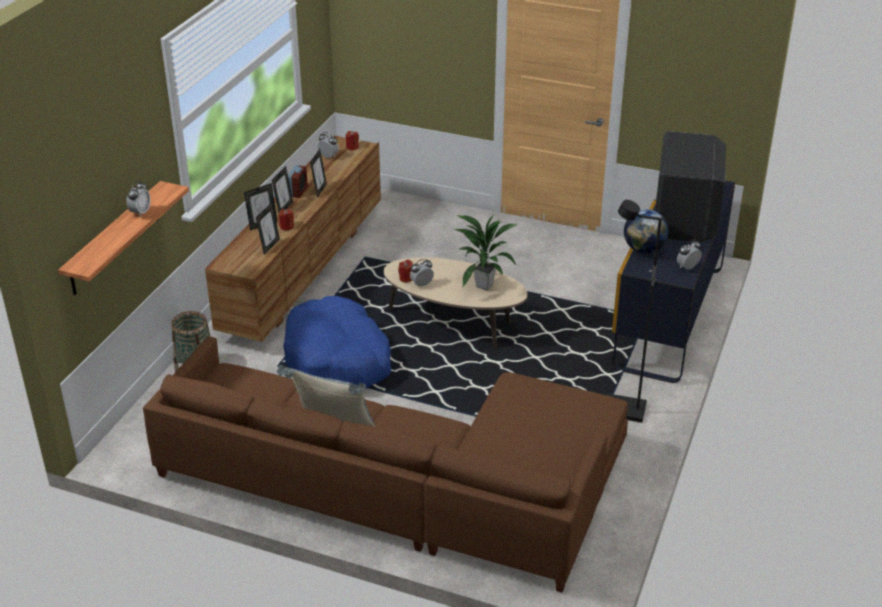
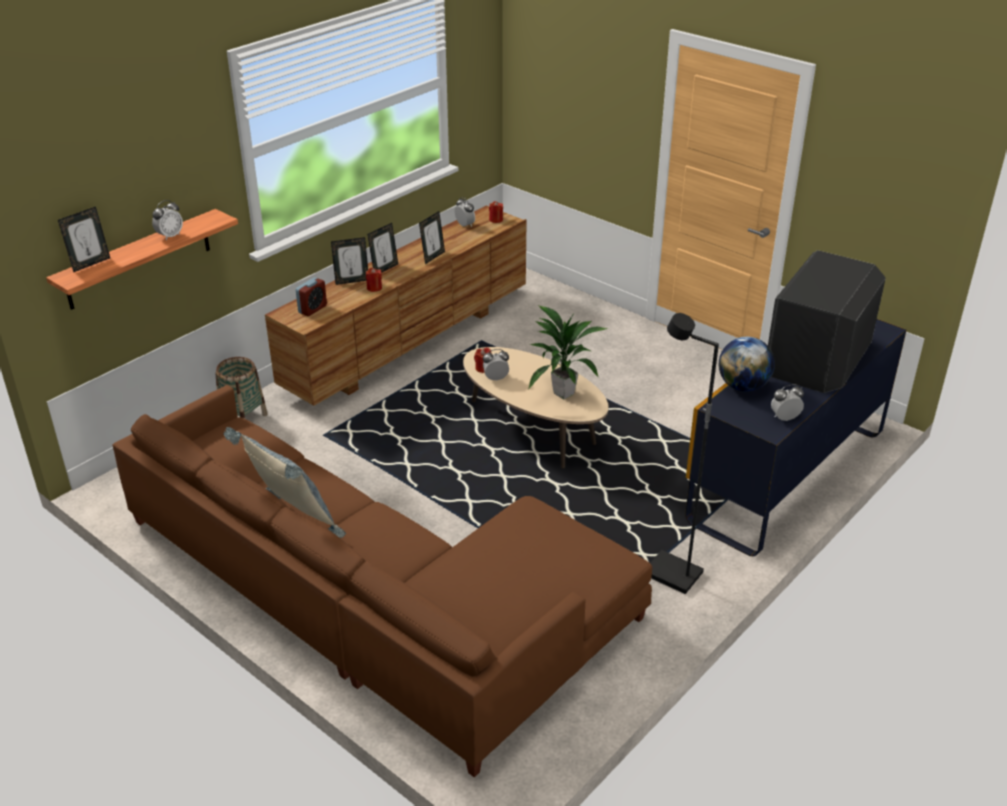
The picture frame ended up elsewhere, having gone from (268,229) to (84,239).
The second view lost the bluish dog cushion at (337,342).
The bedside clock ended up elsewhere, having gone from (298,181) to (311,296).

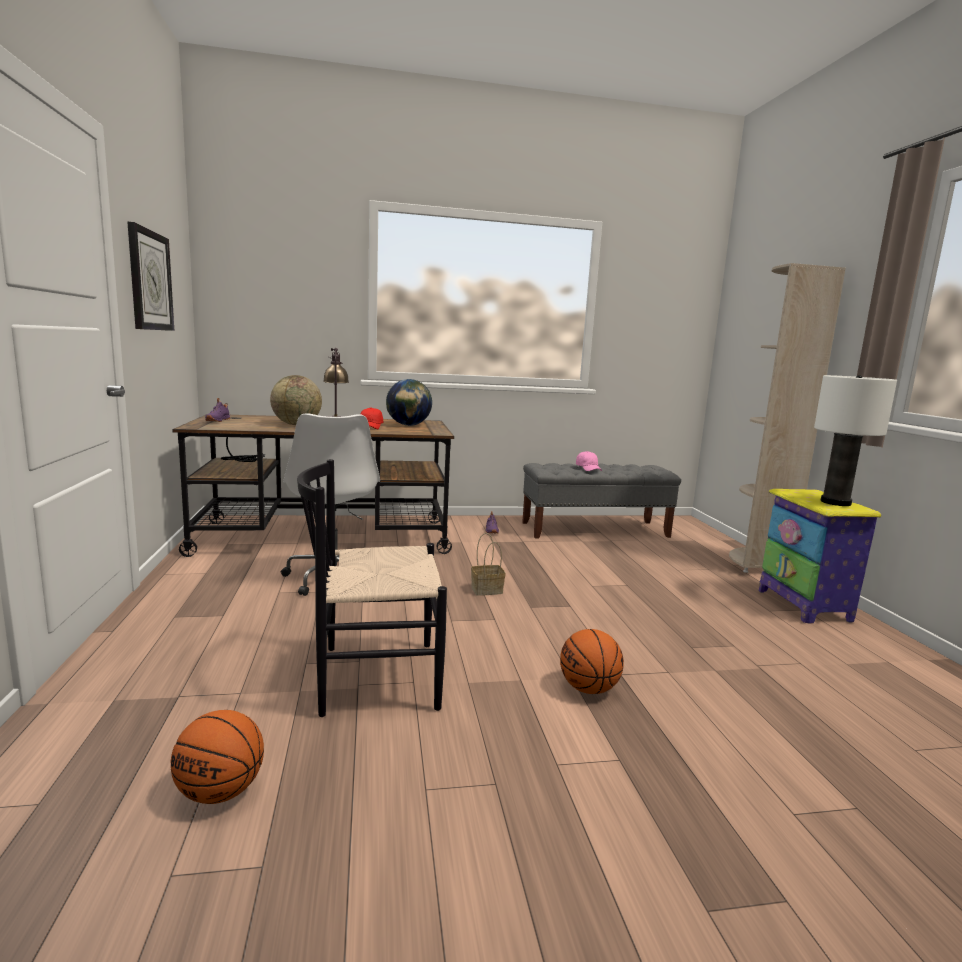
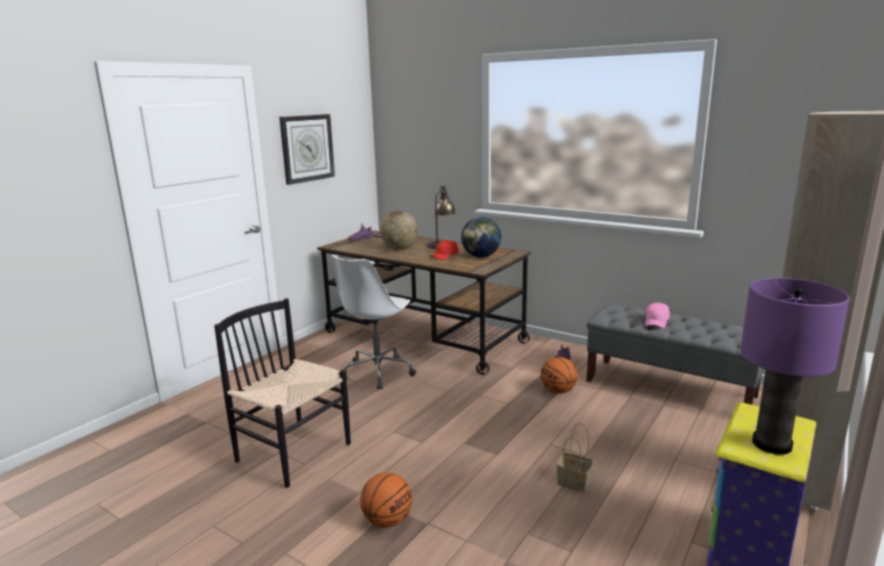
The basketball ball ended up elsewhere, having gone from (217,757) to (559,375).
The household basket ended up elsewhere, having gone from (488,564) to (574,457).
What was the white-coloured tabletop lamp at (855,440) turned into the purple tabletop lamp at (795,366).

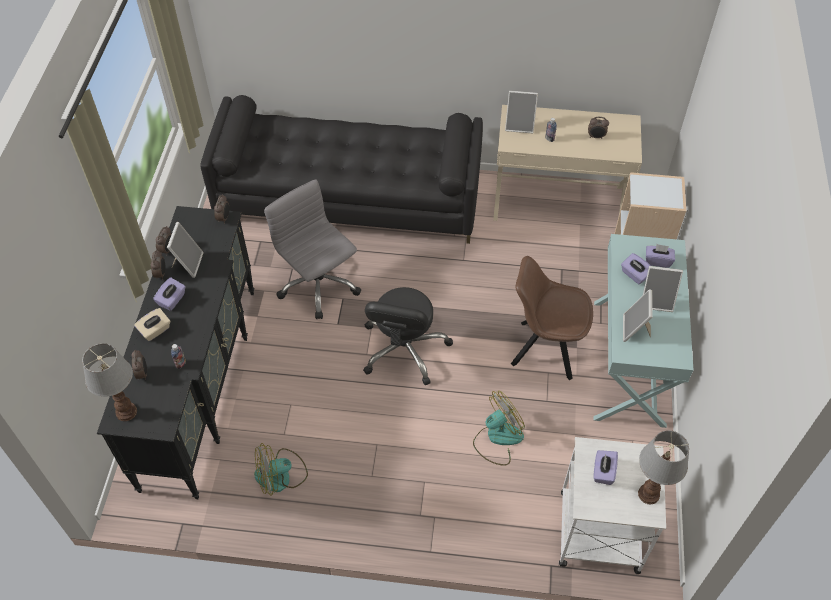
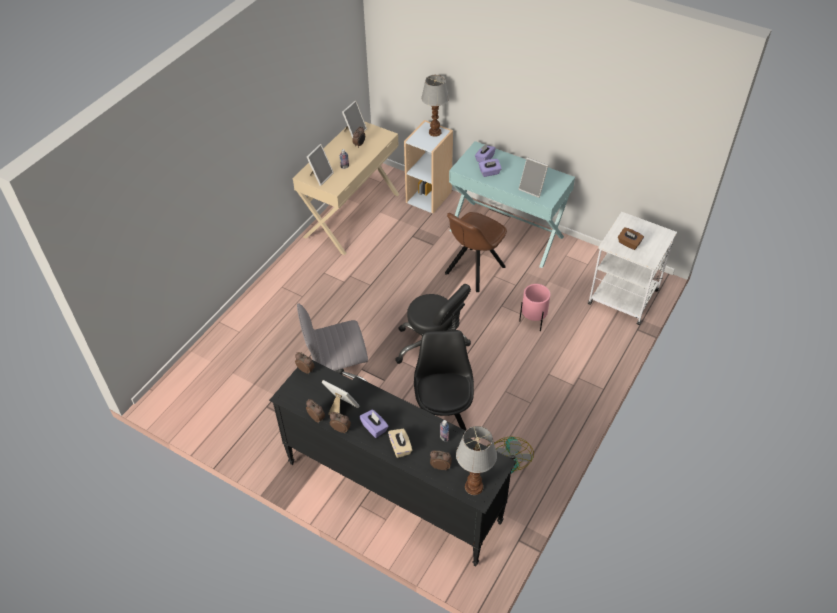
The second view lost the black-coloured couch at (341,169).
Where the fan stood at (499,428), the pink plant pot came to stand at (534,307).
What was the purple tissue holder at (606,467) turned into the brown-coloured tissue holder at (631,238).
The tabletop lamp ended up elsewhere, having gone from (663,467) to (435,106).
The picture frame ended up elsewhere, having gone from (663,289) to (354,119).
The second view gained the black-coloured chair at (444,380).

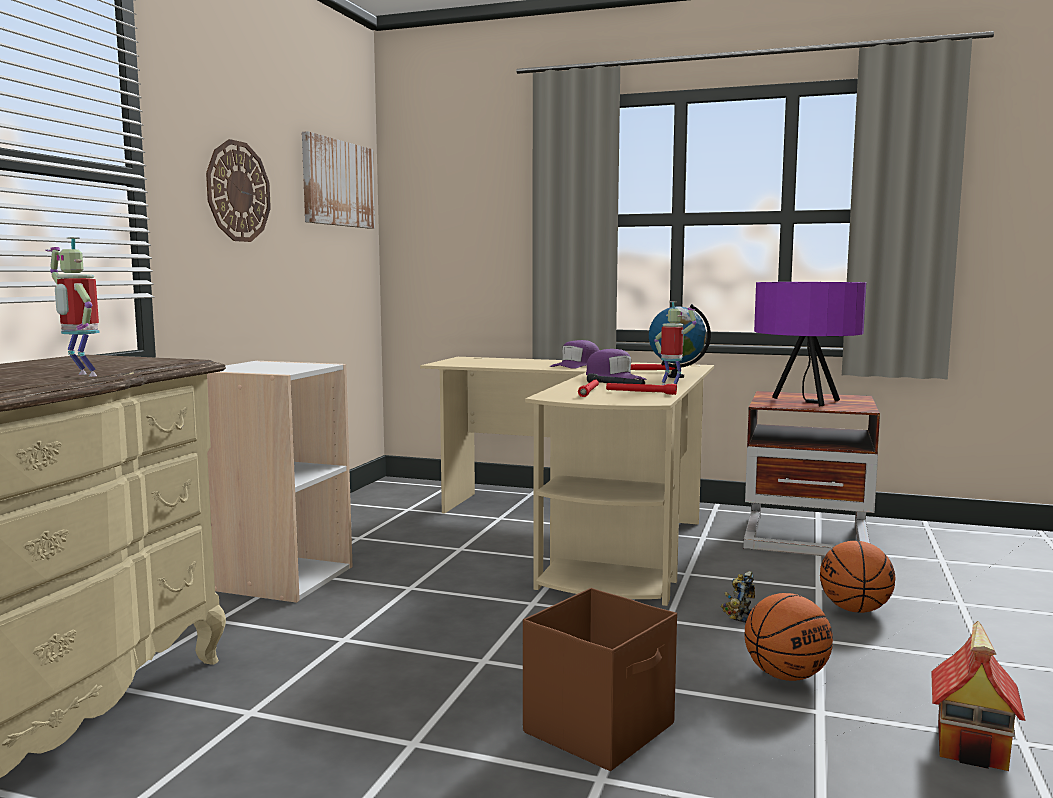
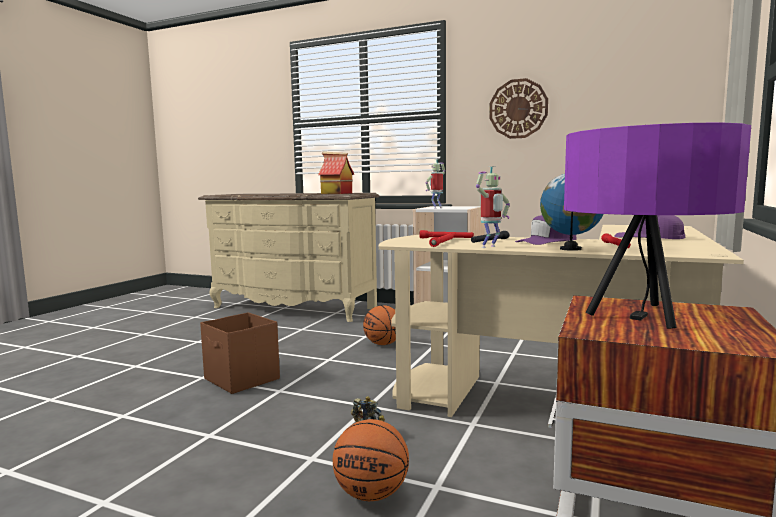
The robot figure ended up elsewhere, having gone from (72,307) to (435,184).
The second view lost the wall picture at (338,180).
The basketball ball ended up elsewhere, having gone from (789,637) to (379,325).
The model house ended up elsewhere, having gone from (978,696) to (336,173).

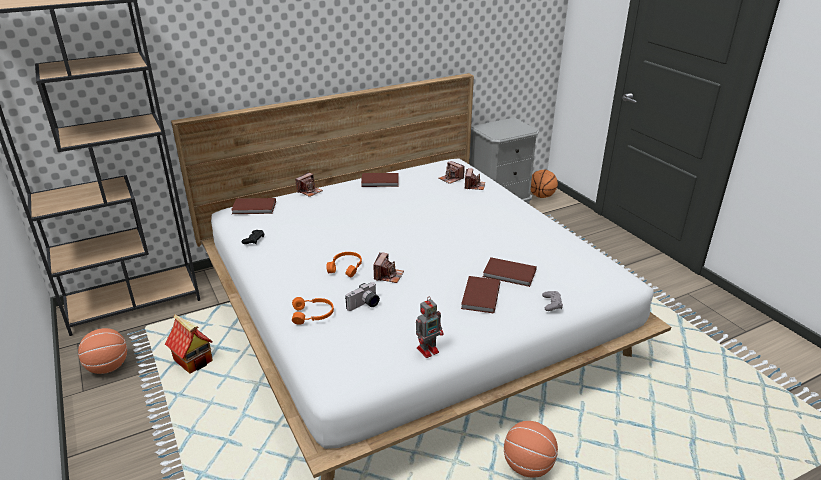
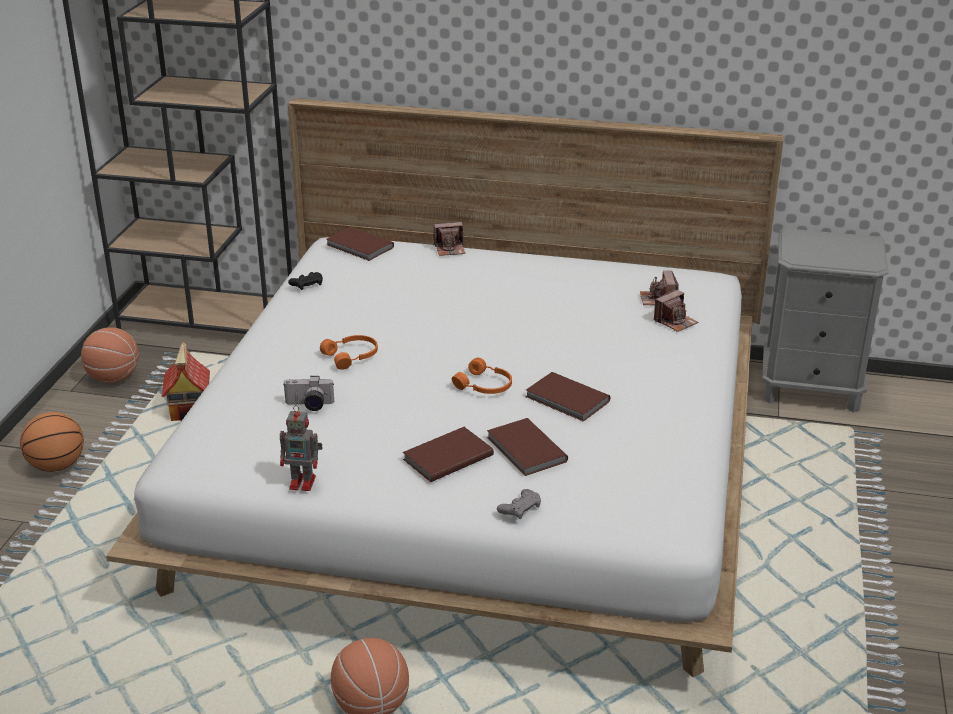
The orangey pair of headphones ended up elsewhere, having gone from (313,311) to (482,376).
The brown-coloured volume ended up elsewhere, having gone from (380,180) to (568,397).
The second view lost the still camera at (388,267).
The basketball ball ended up elsewhere, having gone from (544,184) to (52,442).

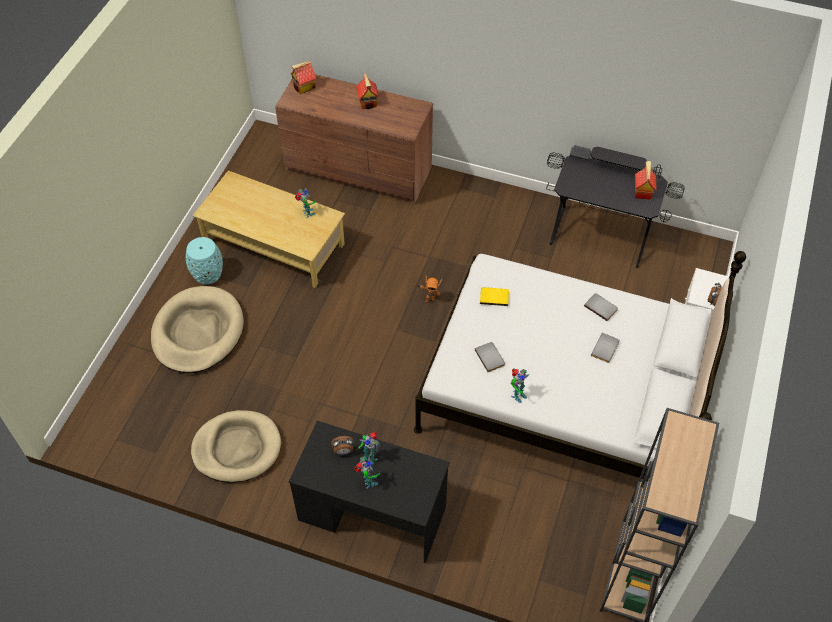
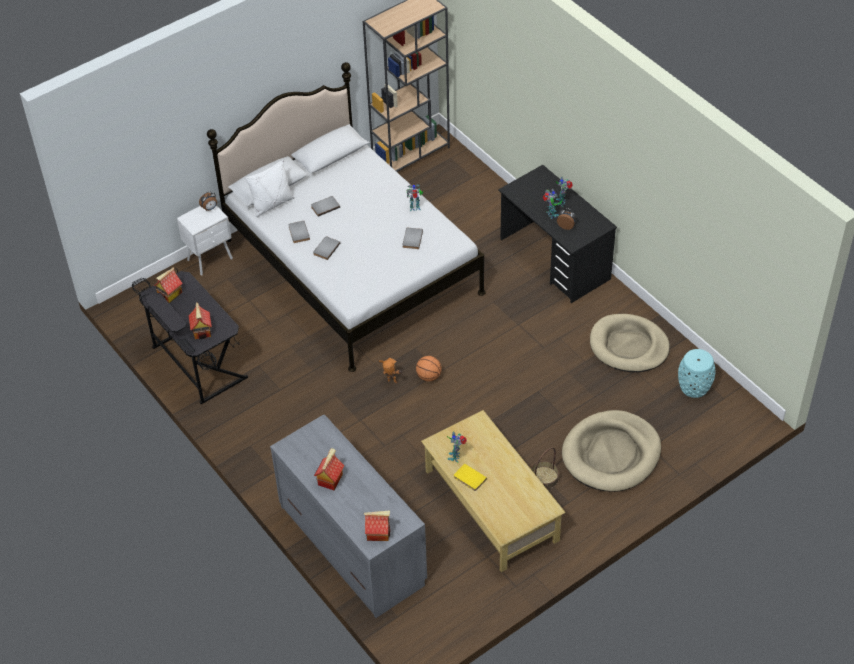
The turquoise-coloured sitting stool ended up elsewhere, having gone from (204,261) to (696,373).
What was the brown-coloured dresser at (354,139) turned into the grey dresser at (348,516).
The yellow-coloured volume ended up elsewhere, having gone from (494,296) to (470,477).
The second view gained the model house at (200,321).
The second view gained the white-coloured cushion at (270,188).
The second view gained the grey volume at (326,248).
The second view gained the basketball ball at (429,368).
The second view gained the household basket at (545,468).

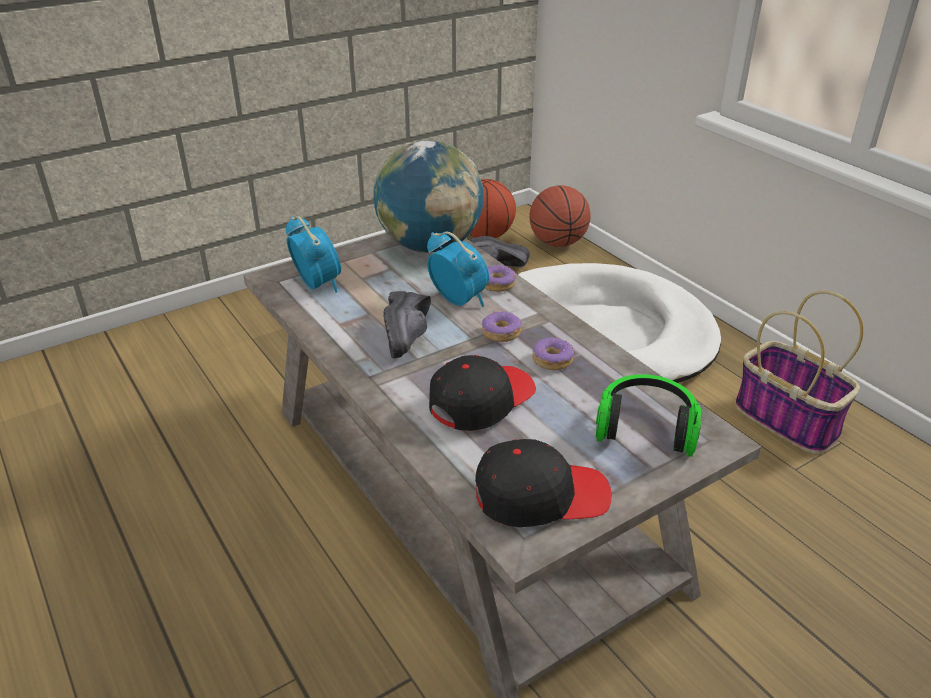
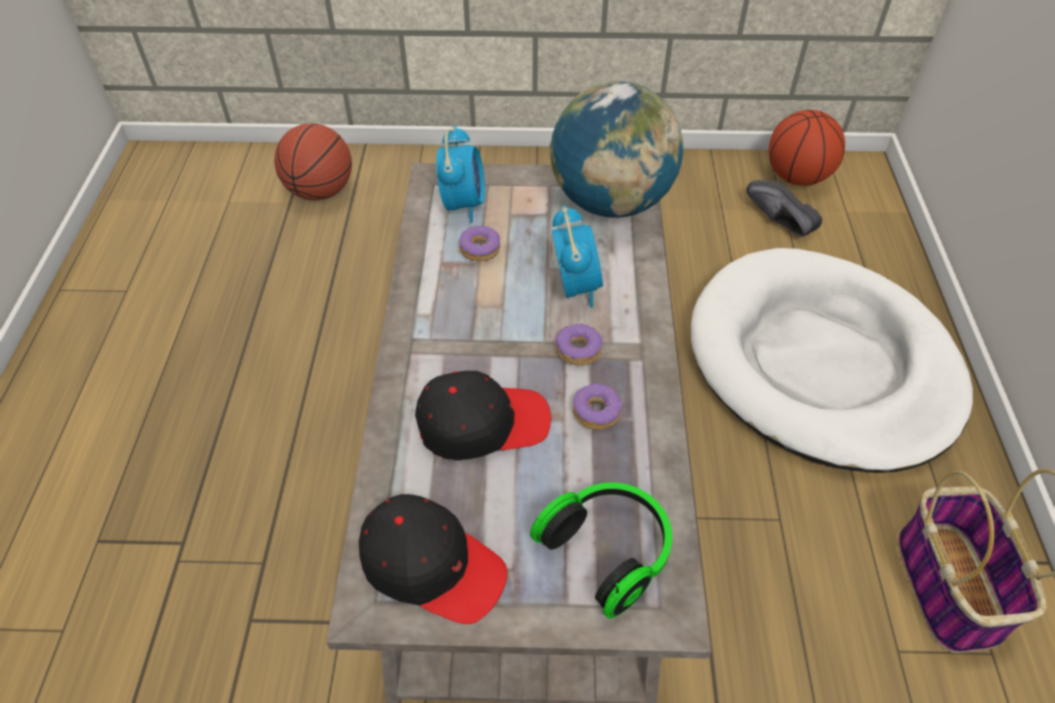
The second view lost the black-coloured shoe at (407,325).
The donut ended up elsewhere, having gone from (501,278) to (479,243).
The basketball ball ended up elsewhere, having gone from (560,216) to (313,161).

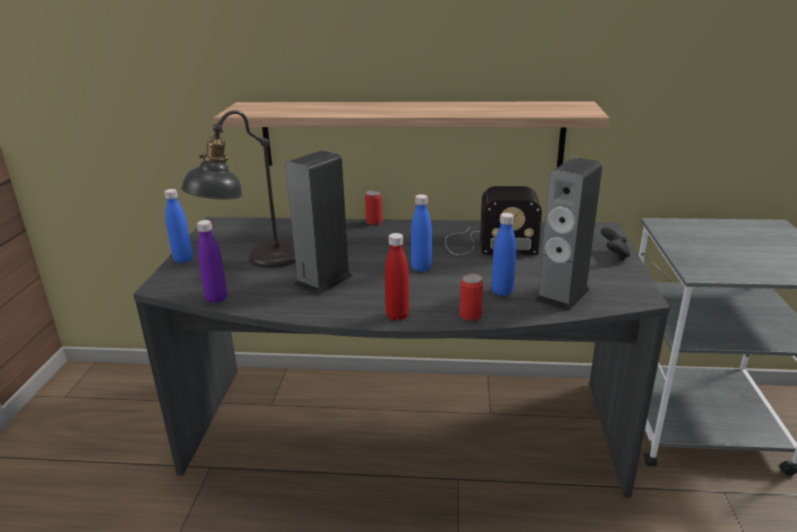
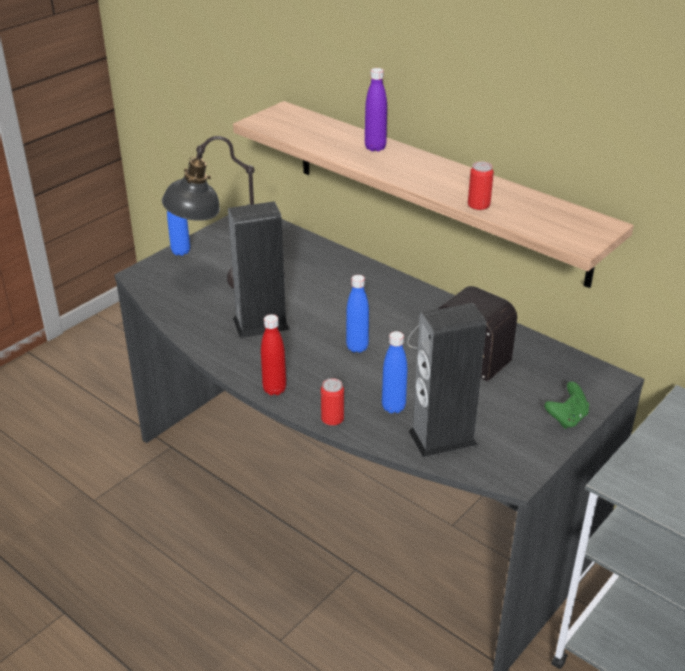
The purple bottle ended up elsewhere, having gone from (212,261) to (376,110).
The metal can ended up elsewhere, having gone from (373,207) to (481,186).
What was the black-coloured joypad at (615,244) turned into the green joypad at (566,405).

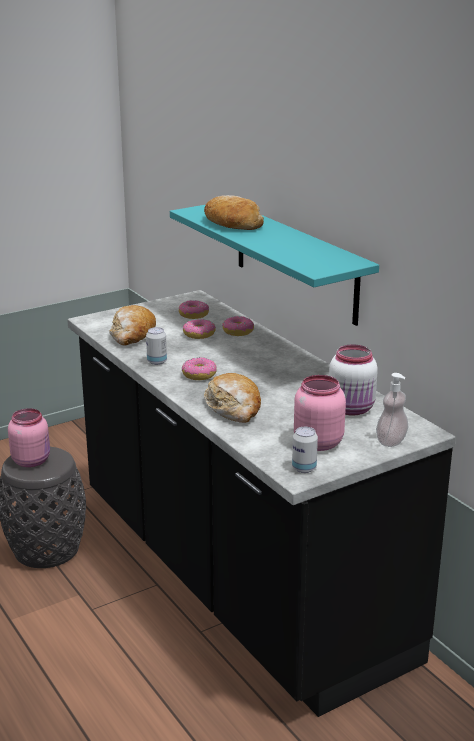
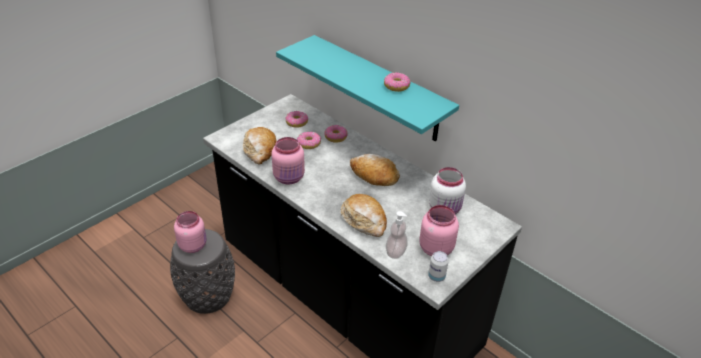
Where the metal can stood at (156,346), the pink preserve jar came to stand at (288,160).
The donut ended up elsewhere, having gone from (199,368) to (397,82).
The bakery bread ended up elsewhere, having gone from (234,212) to (375,170).
The soap bottle ended up elsewhere, having gone from (392,410) to (397,235).

